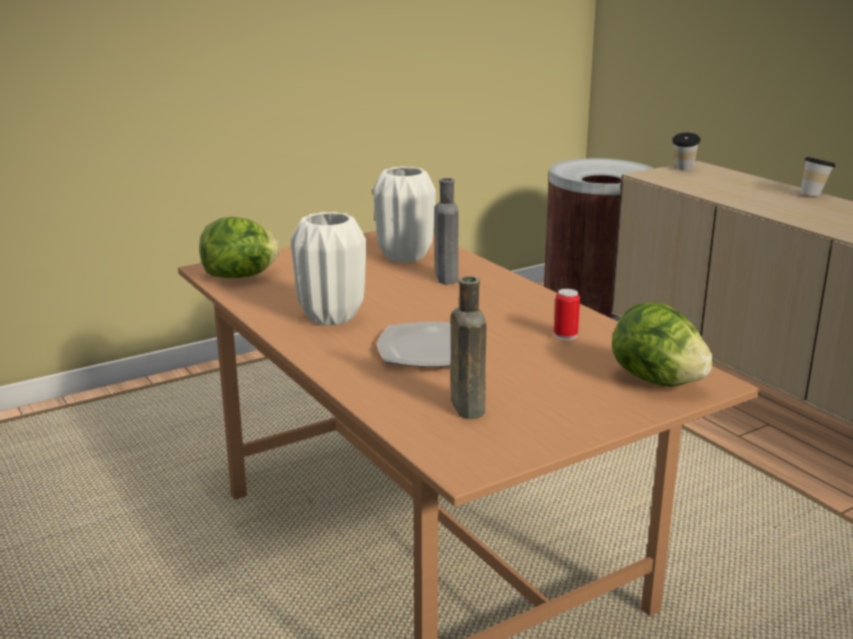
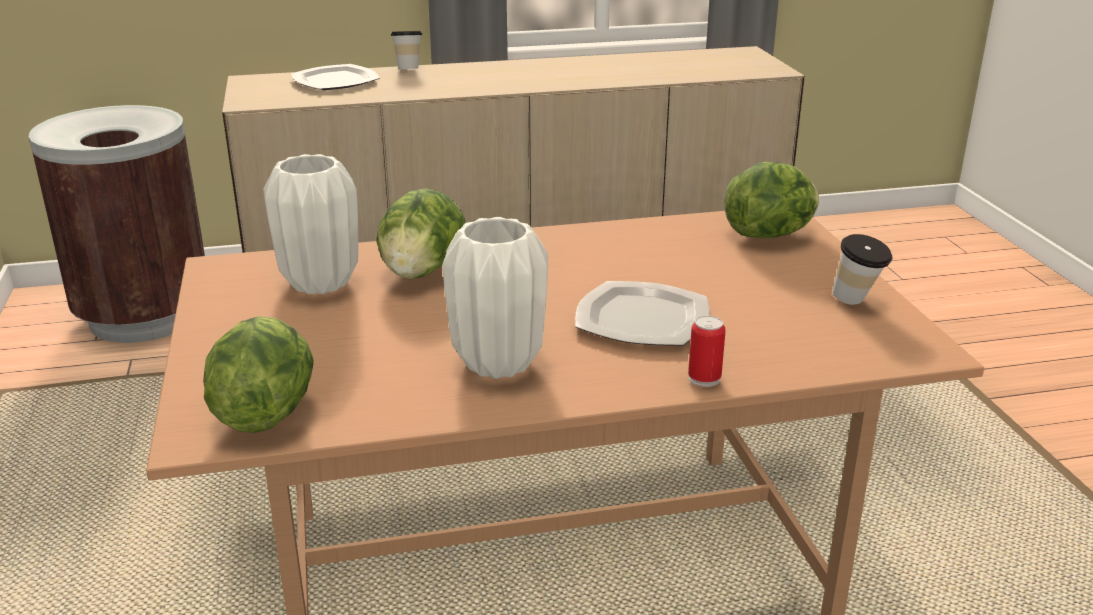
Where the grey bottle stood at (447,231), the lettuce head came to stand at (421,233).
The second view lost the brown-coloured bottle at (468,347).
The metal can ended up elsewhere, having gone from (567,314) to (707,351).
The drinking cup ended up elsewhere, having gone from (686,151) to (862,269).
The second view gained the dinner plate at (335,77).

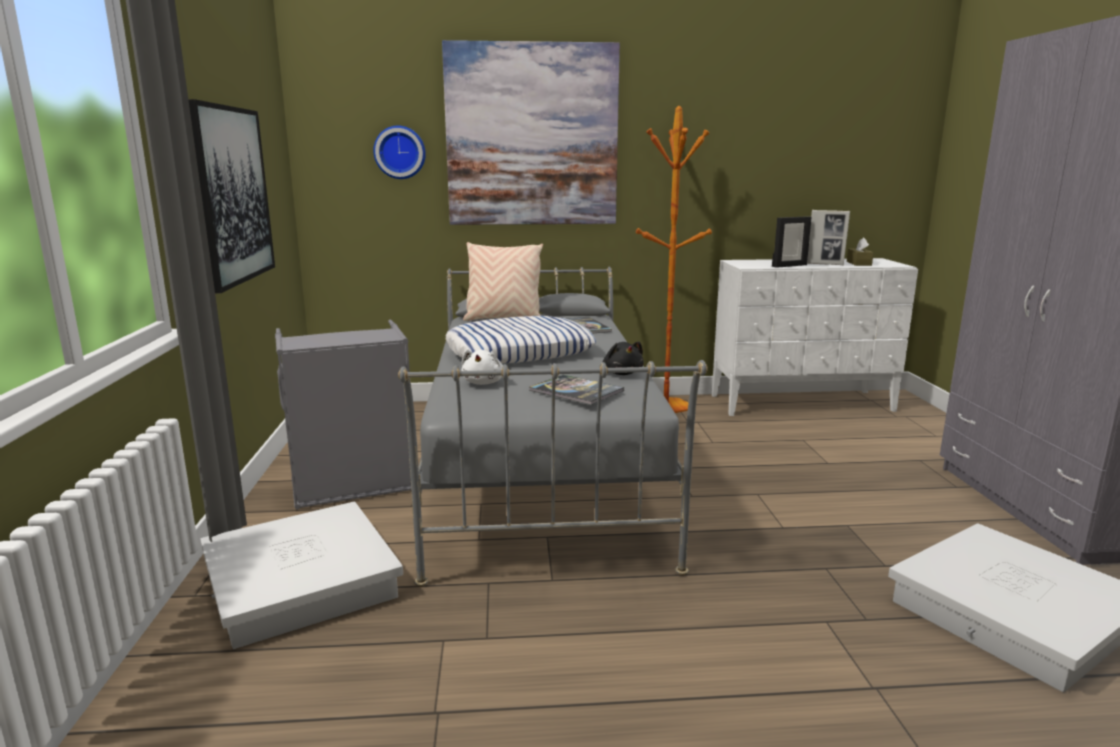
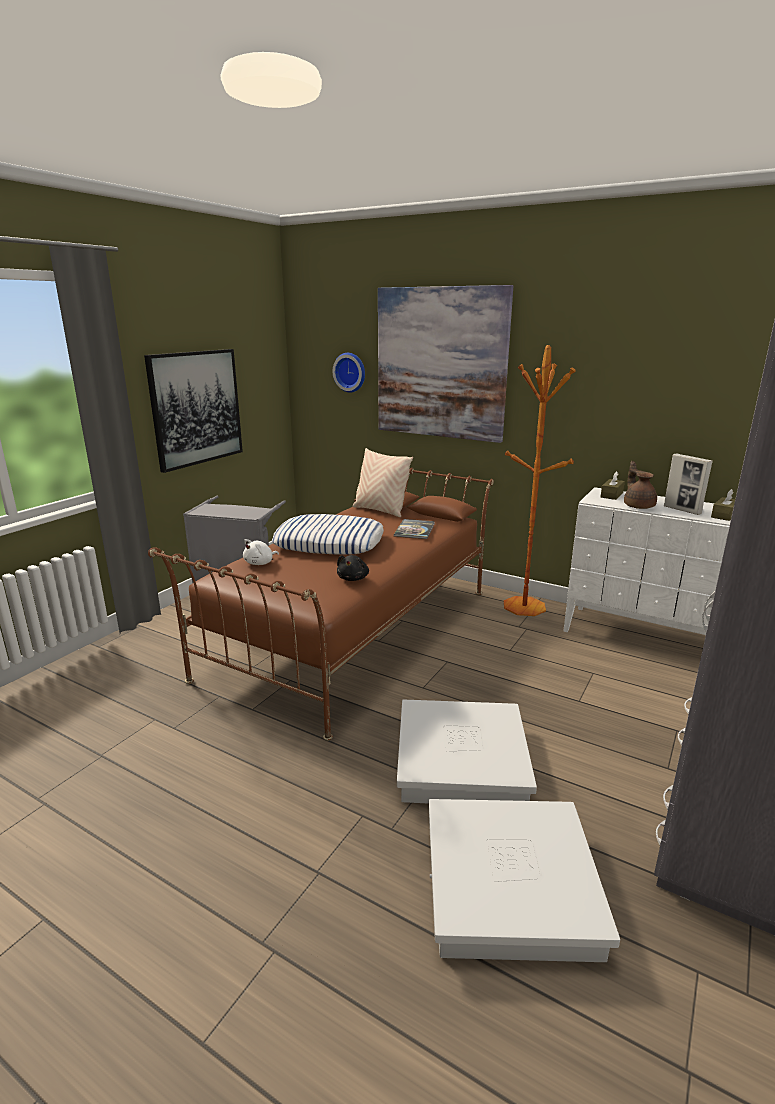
The white-coloured storage container ended up elsewhere, having gone from (302,575) to (467,752).
What was the grey bed at (553,427) turned into the brown-coloured bed at (321,604).
The second view lost the volume at (576,389).
Where the picture frame stood at (792,242), the brown-coloured pot for tea came to stand at (640,485).
The second view gained the brown-coloured tissue holder at (613,485).

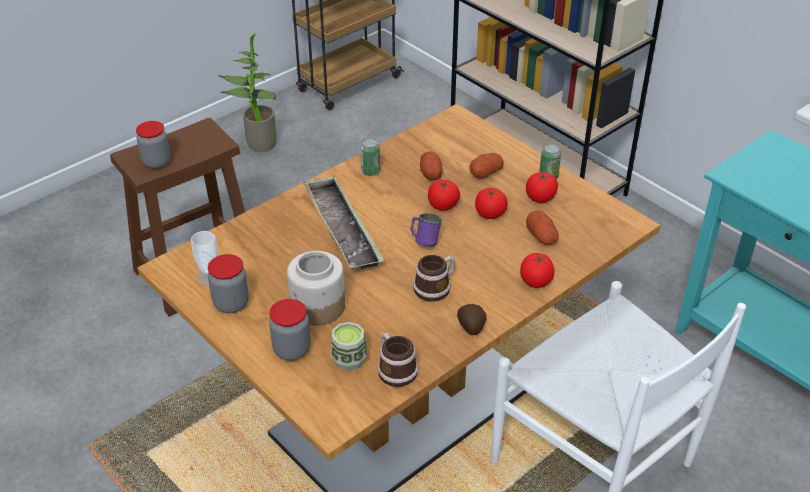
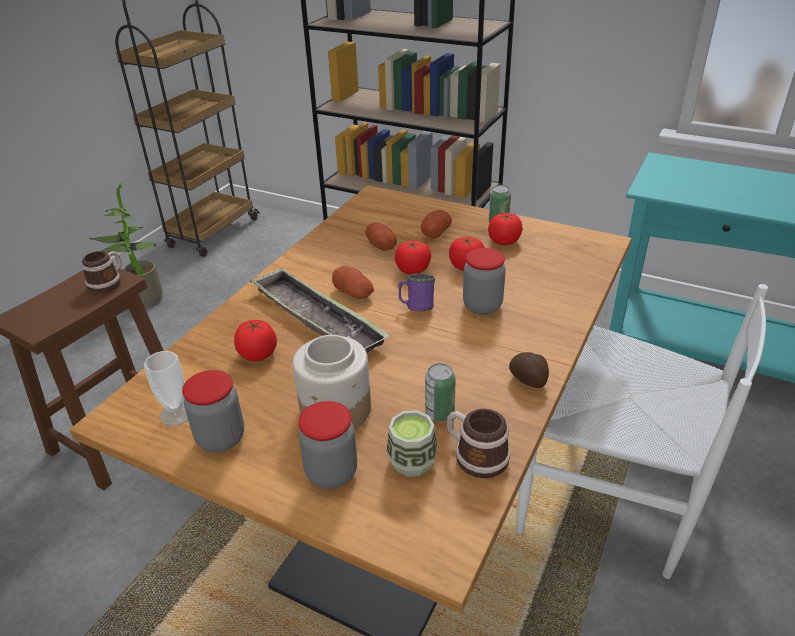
The preserve jar ended up elsewhere, having gone from (153,145) to (484,281).
The metal can ended up elsewhere, having gone from (370,157) to (440,392).
The mug ended up elsewhere, having gone from (434,278) to (102,272).
The fresh tomato ended up elsewhere, having gone from (537,270) to (255,340).
The whole potato ended up elsewhere, having gone from (542,228) to (353,282).

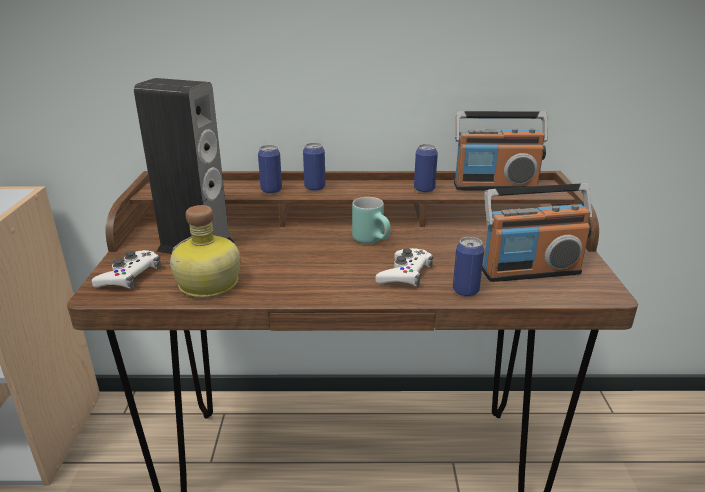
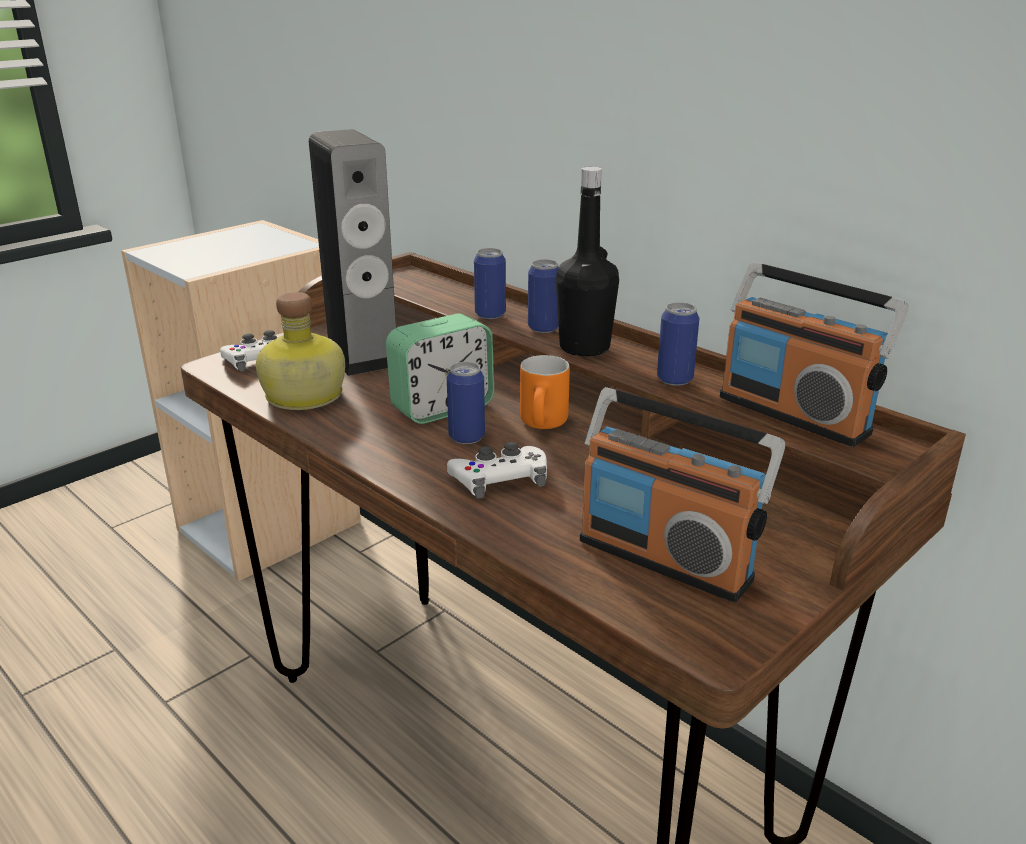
What was the turquoise-coloured mug at (371,220) turned into the orangey mug at (545,392).
The metal can ended up elsewhere, having gone from (468,267) to (466,403).
The second view gained the bedside clock at (440,369).
The second view gained the black-coloured bottle at (587,262).

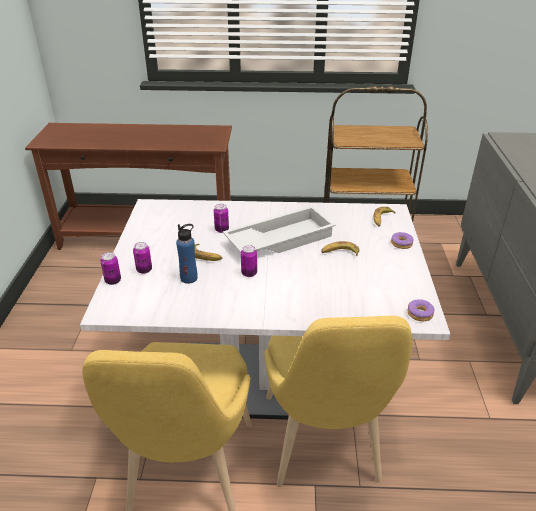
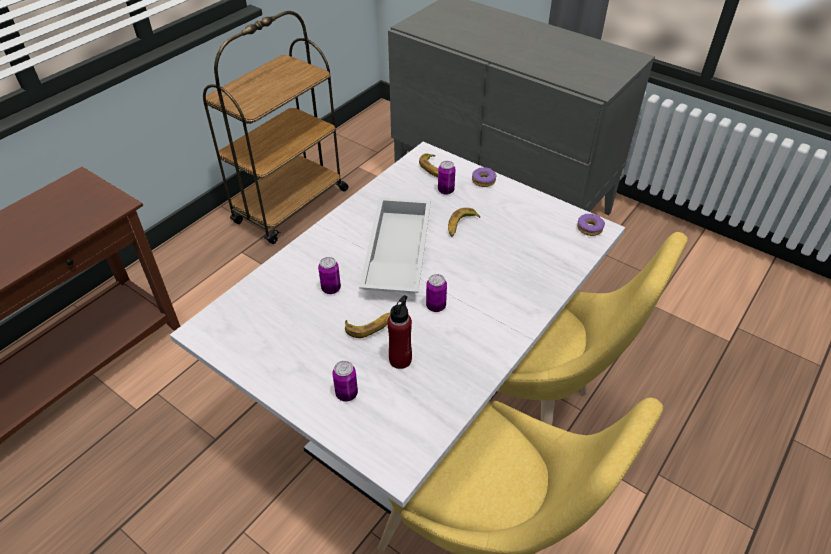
The metal can ended up elsewhere, having gone from (110,268) to (446,178).
What was the bluish bottle at (187,254) turned into the red-coloured bottle at (399,332).

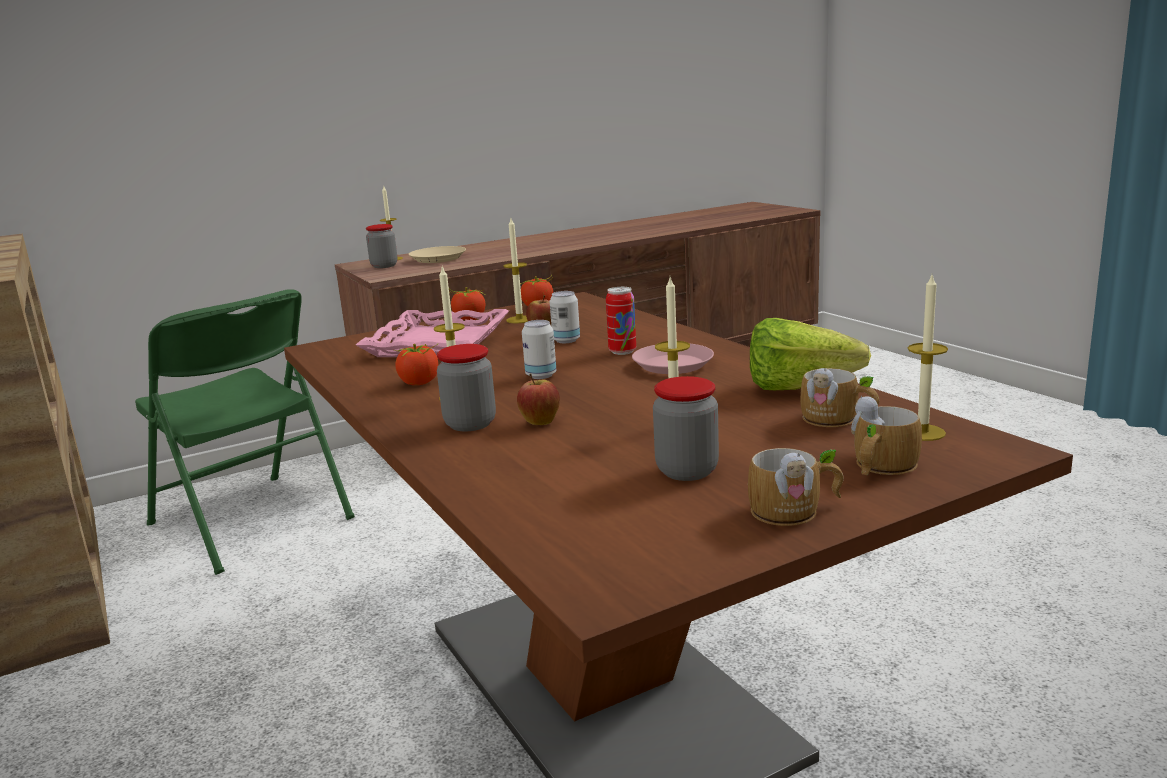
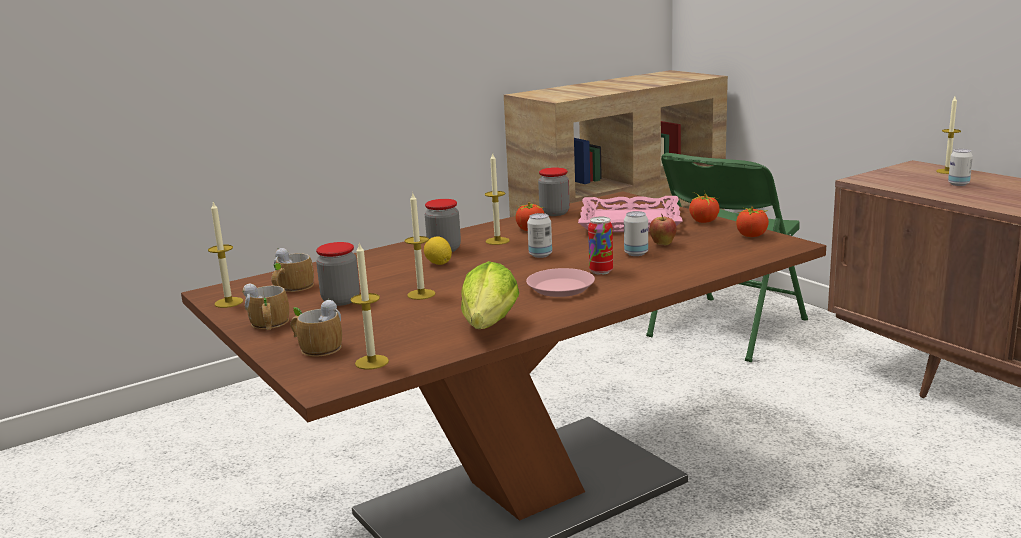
The preserve jar ended up elsewhere, having gone from (382,246) to (554,192).
Where the beige dinner plate stood at (437,254), the metal can came to stand at (960,167).
The wax candle ended up elsewhere, having gone from (515,270) to (225,255).
Where the apple fruit stood at (538,399), the lemon came to stand at (438,251).
The mug ended up elsewhere, having gone from (839,397) to (292,270).

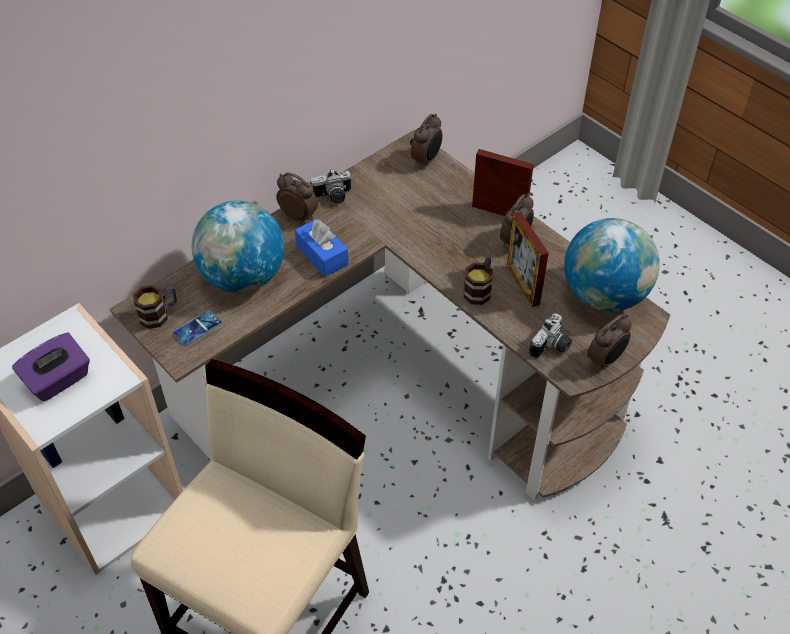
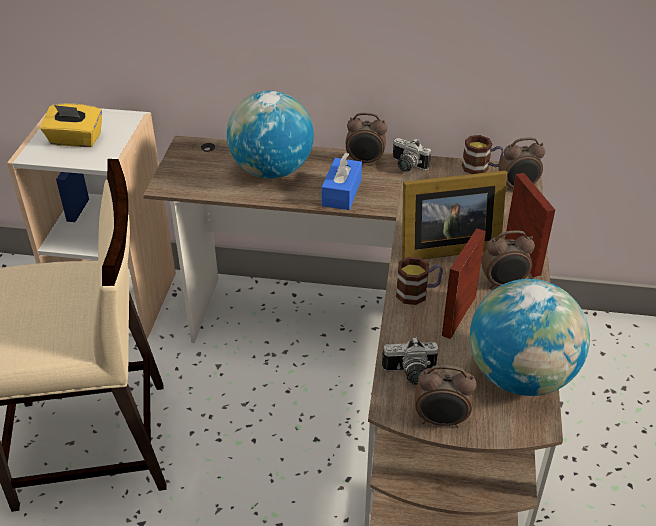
What was the purple tissue holder at (51,367) turned into the yellow-coloured tissue holder at (71,125).
The mug ended up elsewhere, having gone from (155,307) to (483,154).
The second view lost the phone at (197,328).
The bedside clock at (297,198) ended up facing another way, 105 degrees clockwise from before.
The second view gained the picture frame at (454,215).

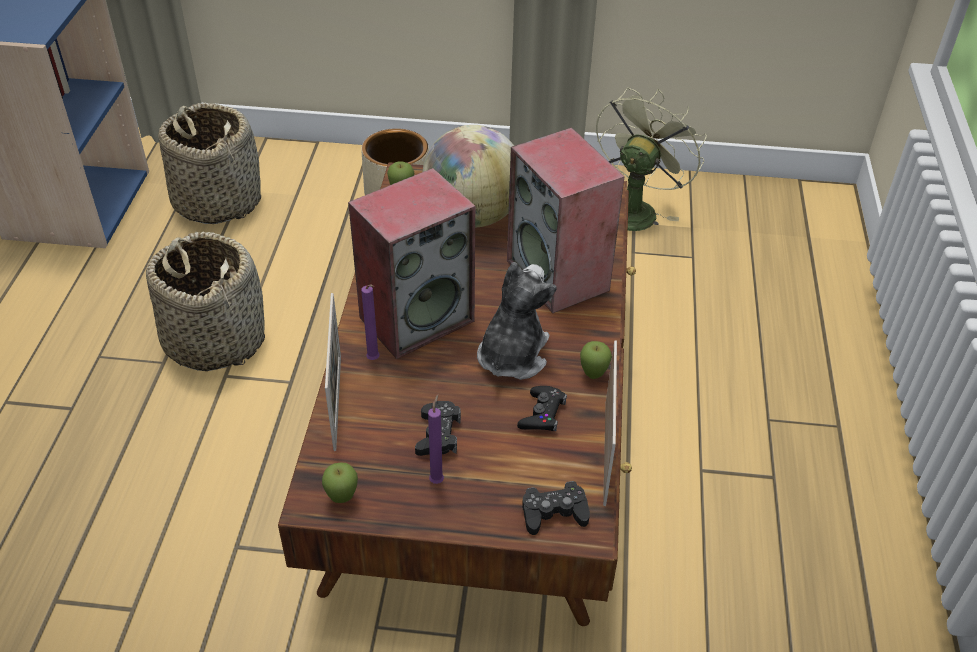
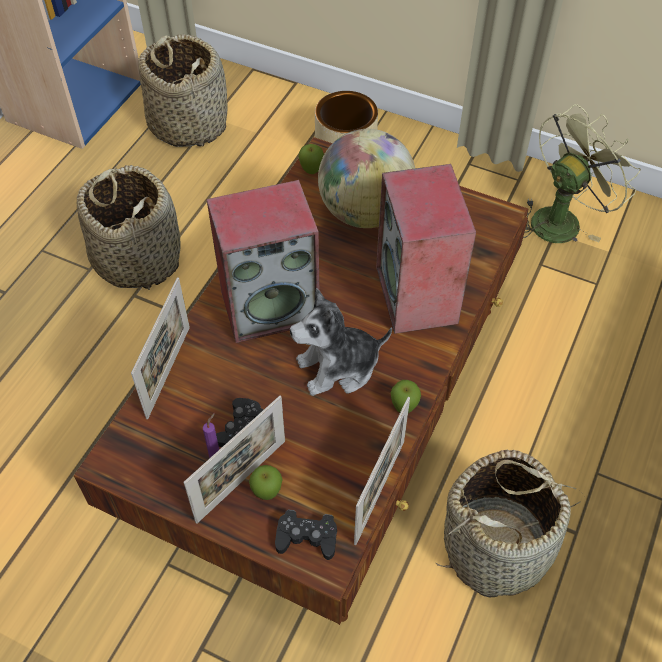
The apple fruit ended up elsewhere, having gone from (340,482) to (266,482).
The second view lost the purple wax candle at (370,322).
The plush toy at (517,321) ended up facing another way, 150 degrees counterclockwise from before.
The second view lost the black-coloured joypad at (542,409).
The second view gained the picture frame at (234,459).
The second view gained the household basket at (508,523).

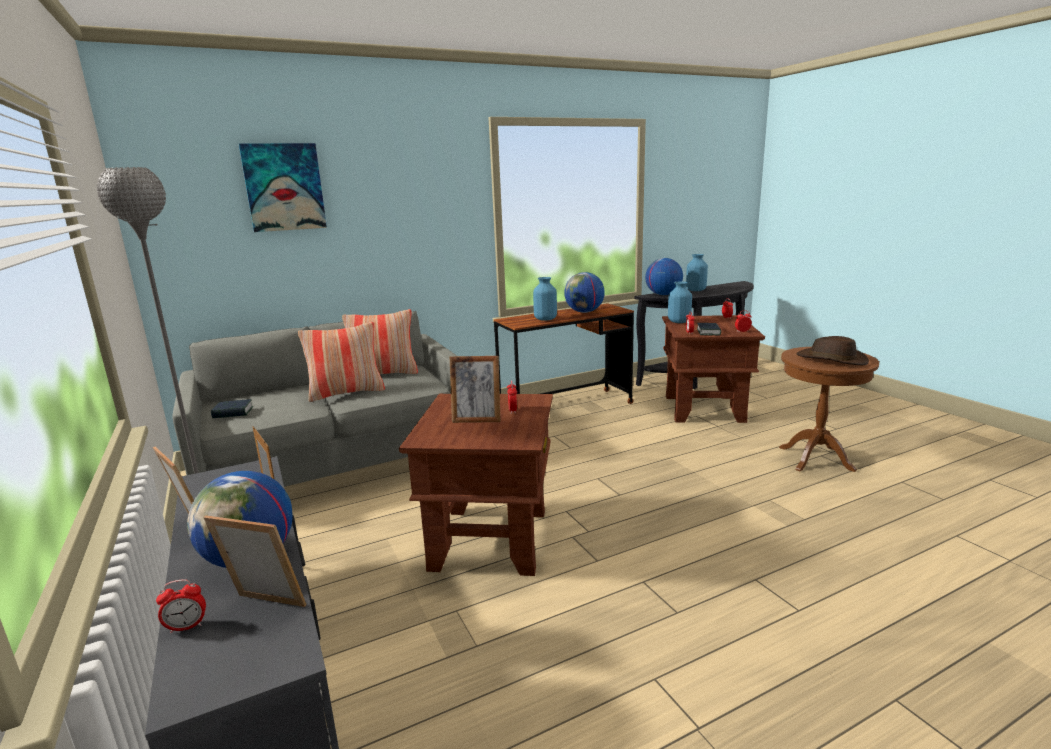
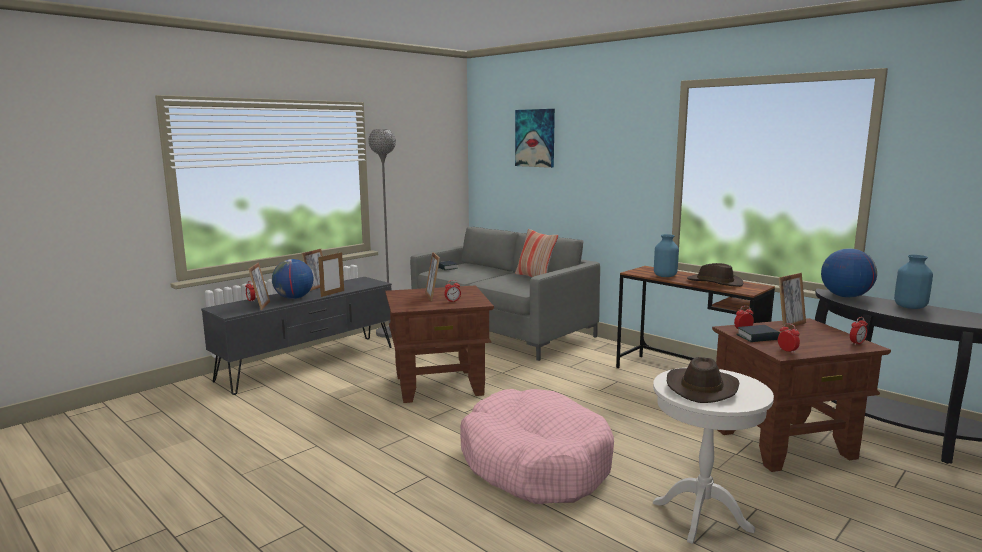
The second view lost the cushion at (341,362).
Where the desk globe stood at (584,292), the brown-coloured clothing hat came to stand at (715,275).
Where the bluish vase stood at (680,302), the picture frame came to stand at (792,300).
What was the brown-coloured end table at (829,409) turned into the white-coloured end table at (713,456).
The second view gained the pink dog cushion at (537,446).

